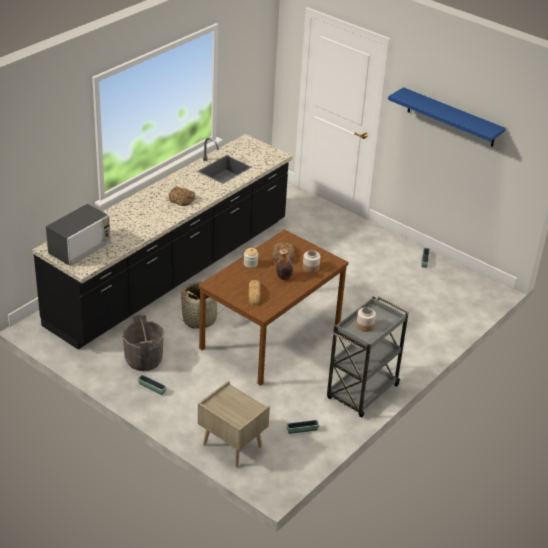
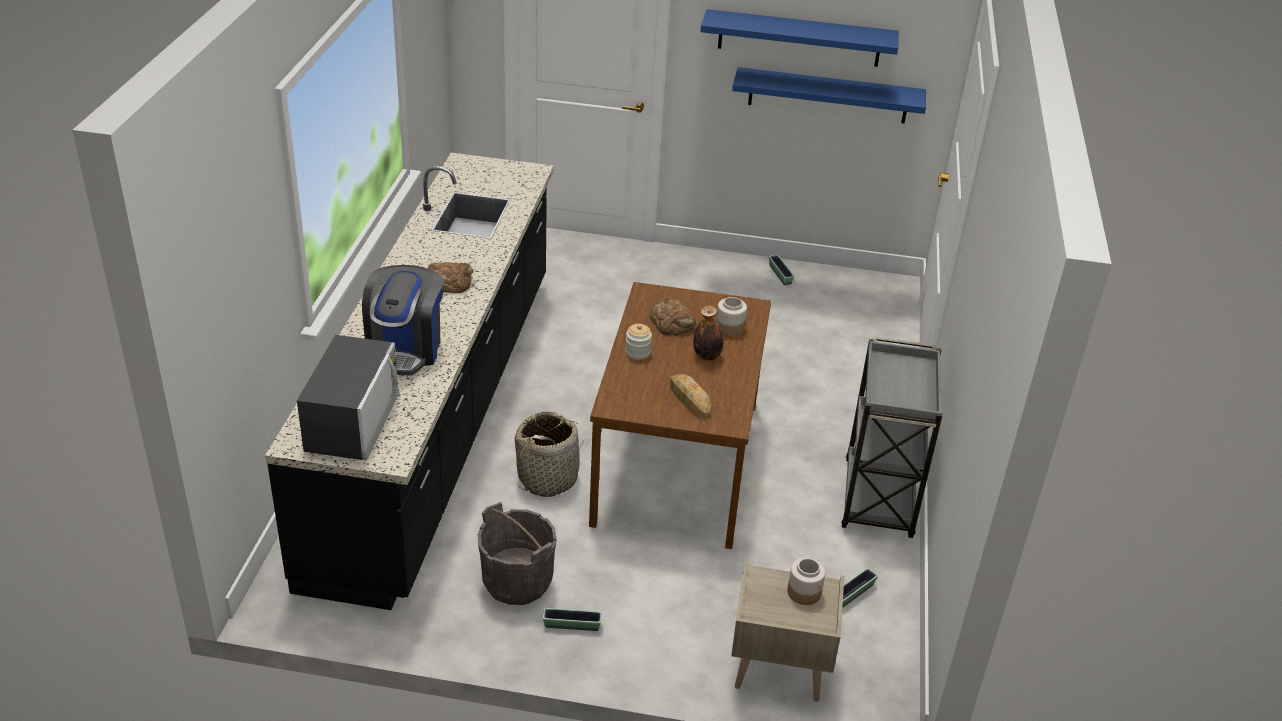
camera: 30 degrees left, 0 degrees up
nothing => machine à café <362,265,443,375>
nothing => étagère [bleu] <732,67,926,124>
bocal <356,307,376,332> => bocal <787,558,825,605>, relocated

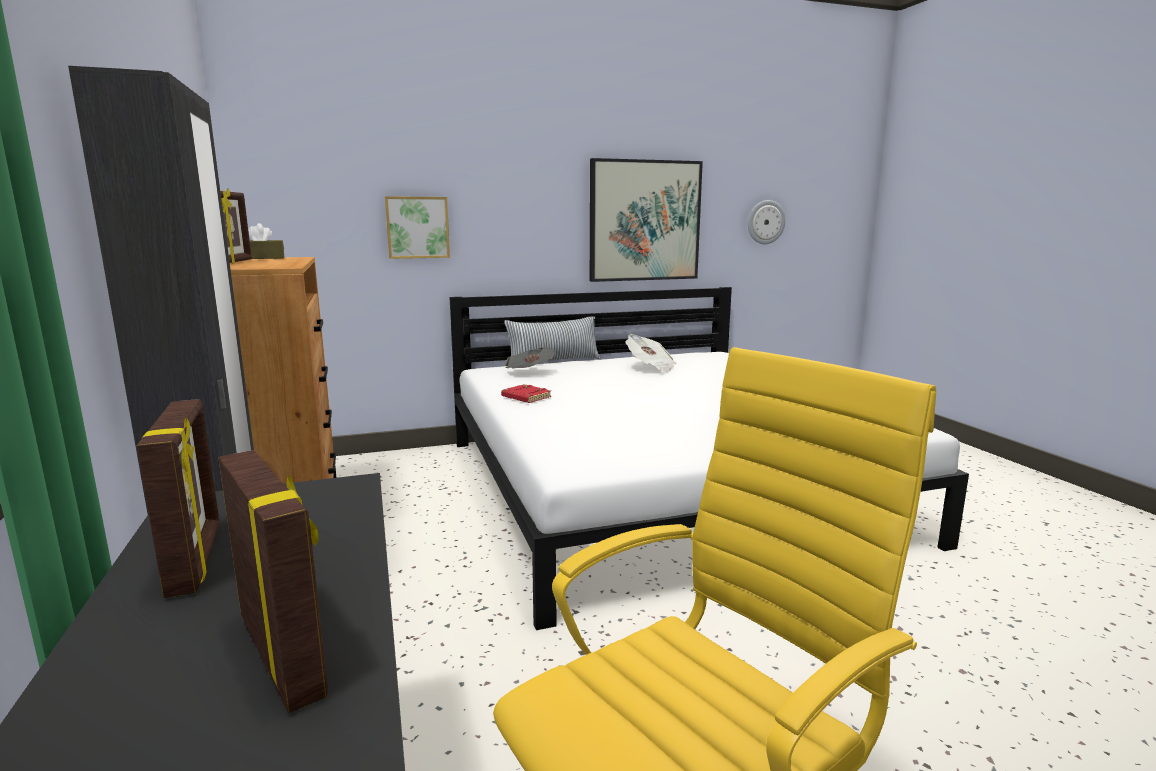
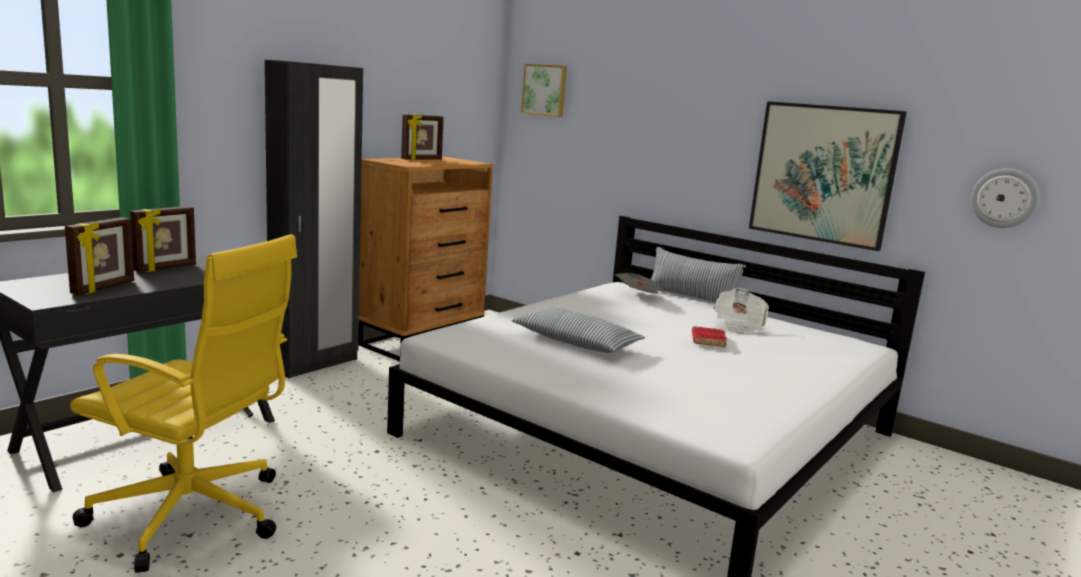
camera: 55 degrees right, 0 degrees up
nothing => coussin <512,307,645,353>
tableau <385,196,450,259> => tableau <521,64,567,117>, relocated
livre [rouge] <501,384,551,403> => livre [rouge] <692,327,727,347>, relocated
boîte à mouchoirs [marron] <248,223,284,259> => nothing

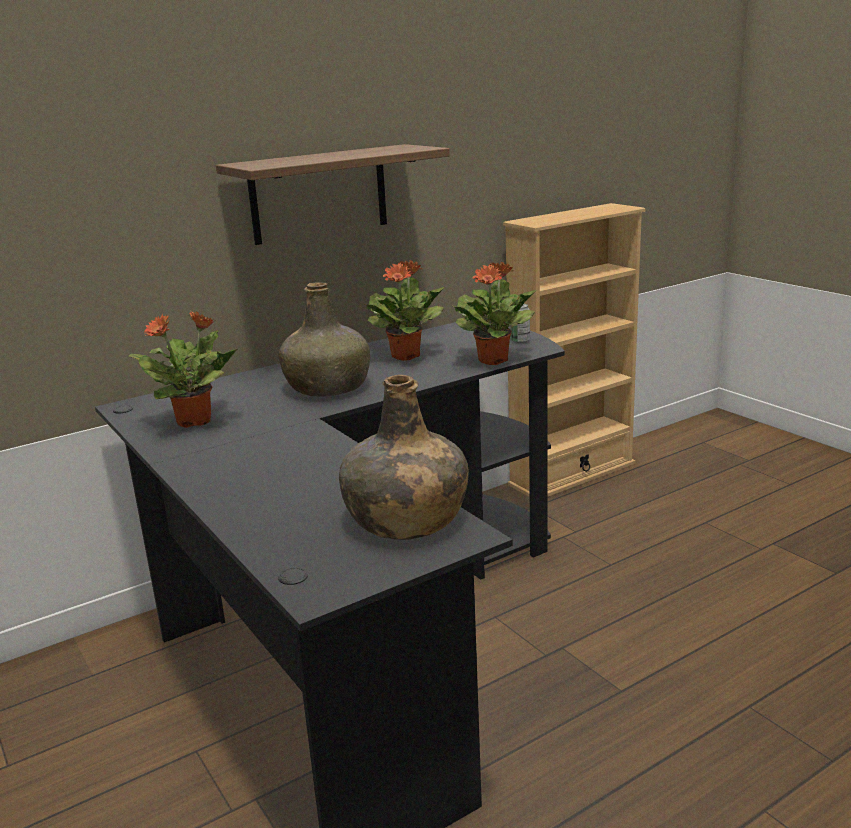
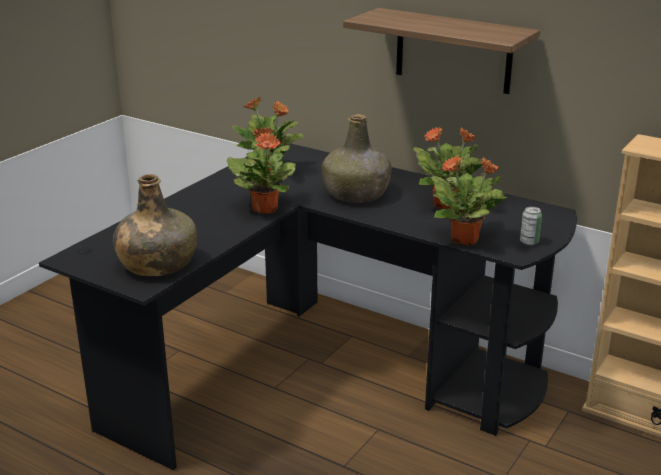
camera: 65 degrees right, 5 degrees up
nothing => plante en pot <227,127,296,214>

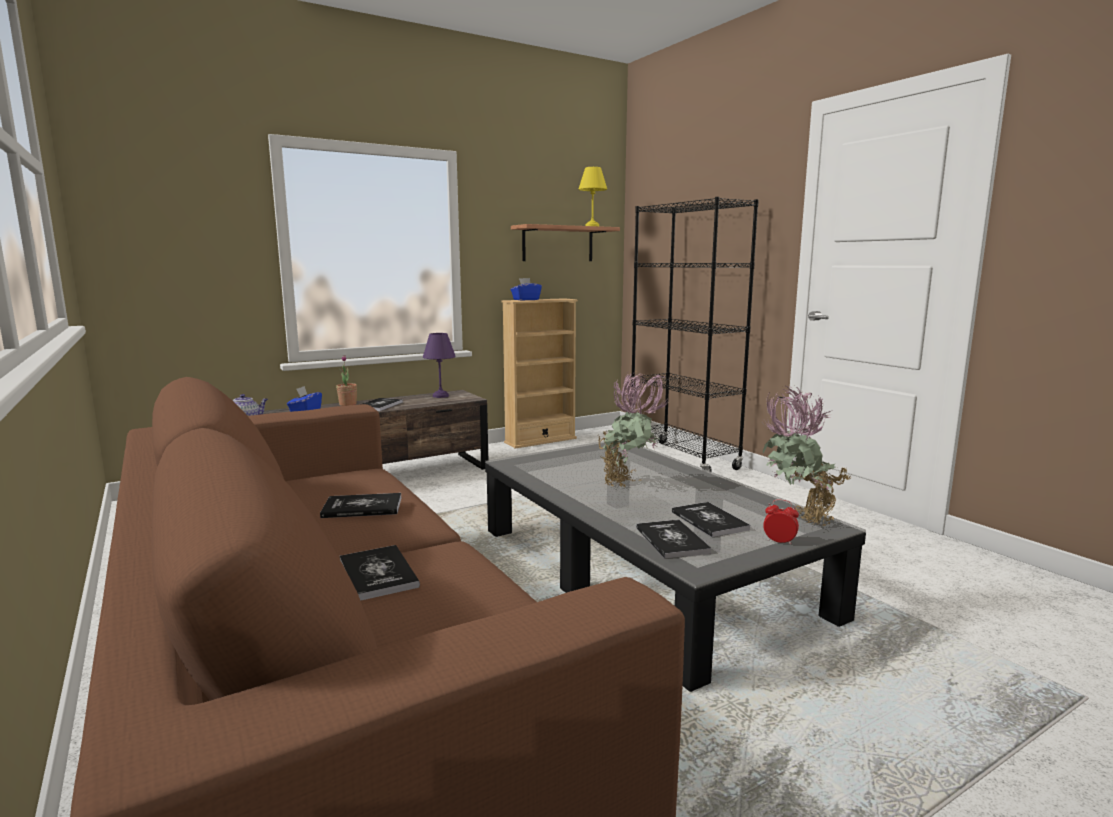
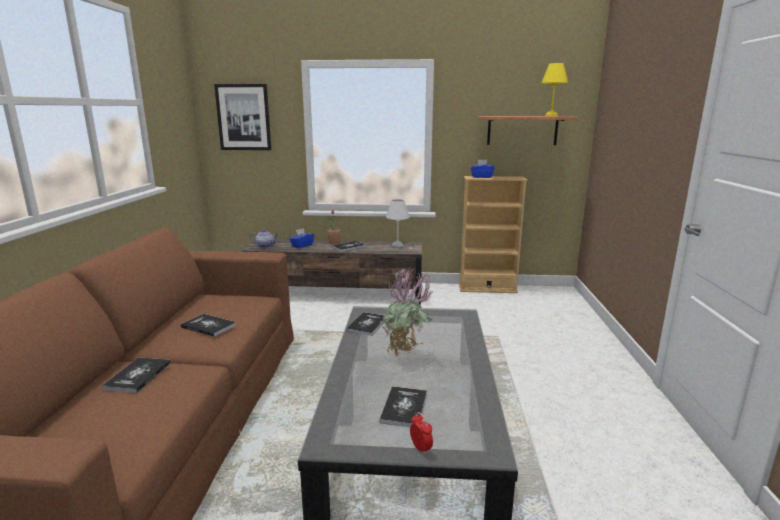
camera: 35 degrees right, 5 degrees up
nothing => tableau <214,84,271,150>
livre <636,520,712,559> => livre <346,312,385,336>, relocated
lampe de table [violet] <423,333,456,398> => lampe de table [blanc] <386,199,410,247>
bibliothèque [noir] <629,197,759,472> => nothing
plante en pot <763,385,851,527> => nothing

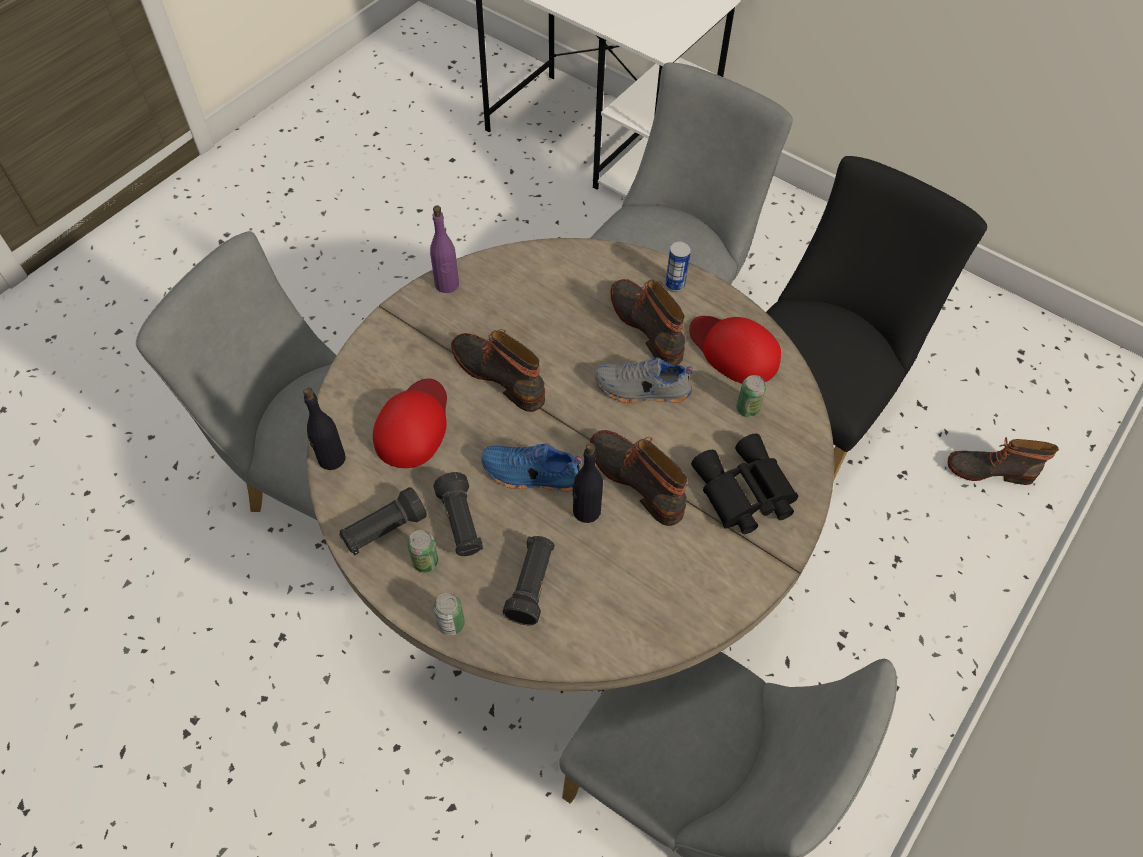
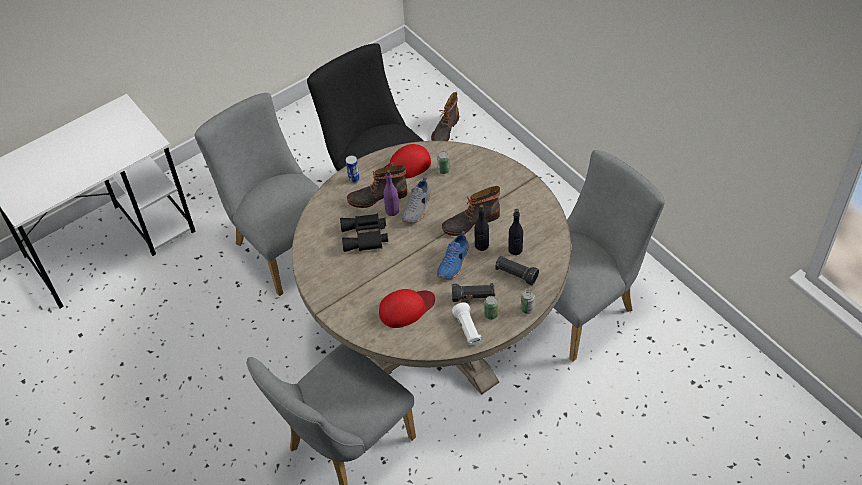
camera: 70 degrees left, 5 degrees down
jumelles [noir] <691,433,798,534> => jumelles [noir] <340,213,388,252>, relocated
casquette [rouge] <373,378,447,468> => casquette [rouge] <379,289,435,328>, 120 degrees clockwise
bouteille [violet] <430,205,459,293> => bouteille [violet] <383,170,399,216>, relocated
lampe de poche [noir] <339,487,427,555> => lampe de poche [blanc] <452,302,481,345>
bouteille [noir] <303,387,346,470> => bouteille [noir] <508,209,523,255>, relocated
botte <451,329,545,412> => nothing

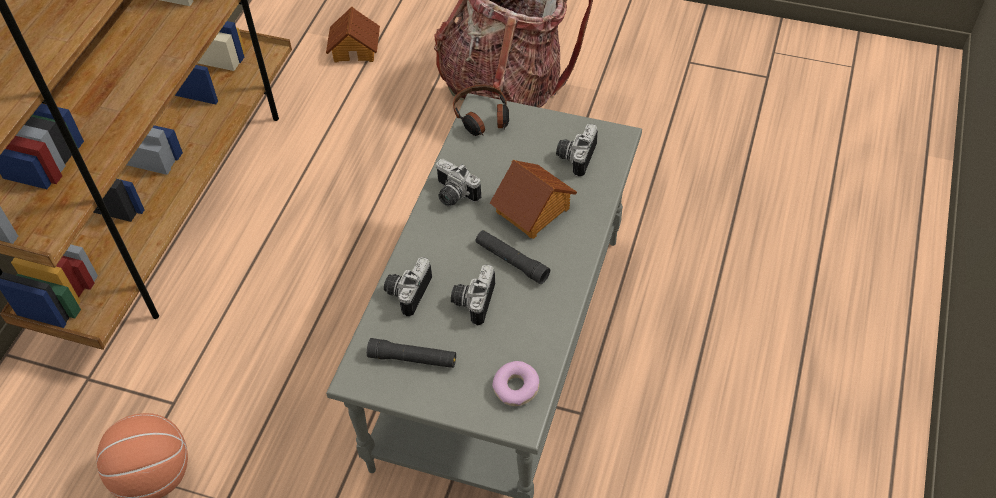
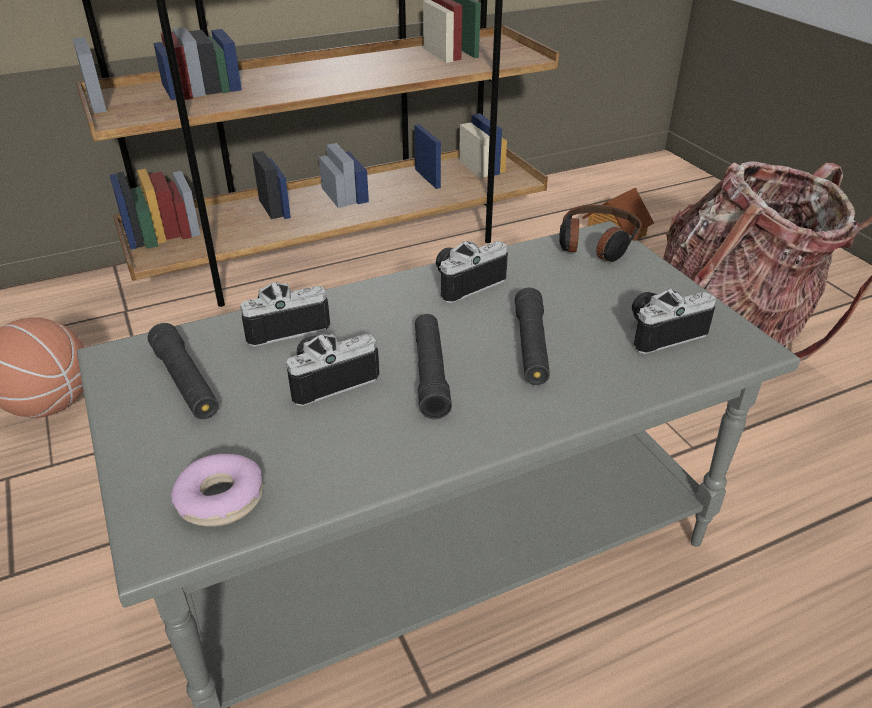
camera: 45 degrees right, 15 degrees down
appareil photo <436,159,481,206> => appareil photo <436,241,508,303>, 60 degrees clockwise
maison miniature <490,160,577,239> => lampe de poche [noir] <515,287,550,385>

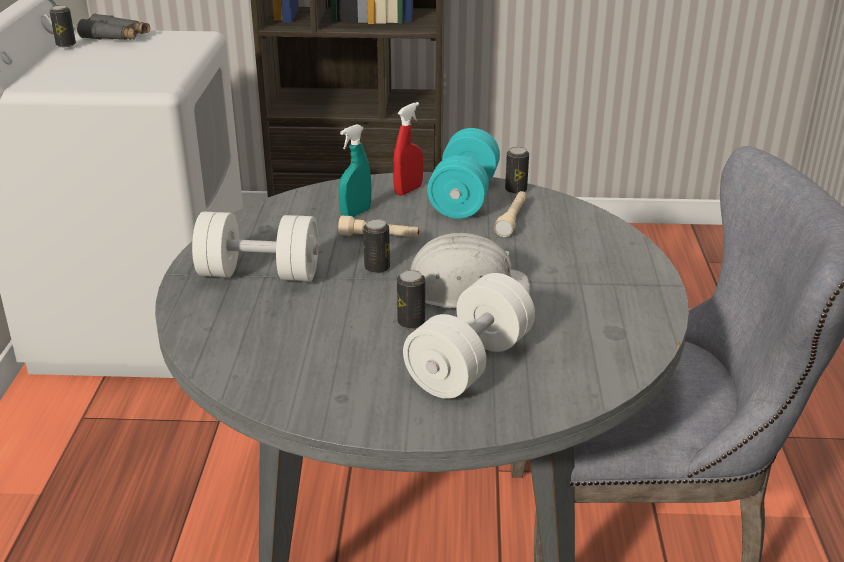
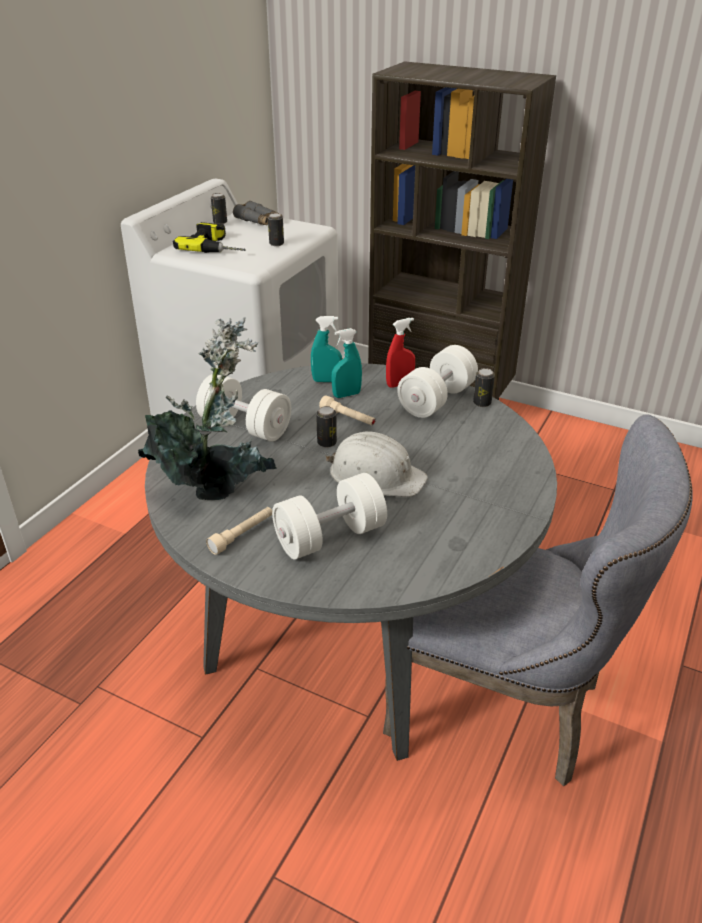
camera: 25 degrees right, 5 degrees up
nothing => plante en pot <138,317,277,500>
nothing => perceuse <173,222,245,253>
lampe de poche [beige] <494,191,527,237> => lampe de poche [beige] <206,507,272,555>, relocated
boîte métallique <397,270,425,329> => boîte métallique <268,213,284,246>, relocated
nothing => vaporisateur [turquoise] <311,316,342,382>
haltère [turquoise] <427,128,500,219> => haltère [blanc] <397,345,478,418>

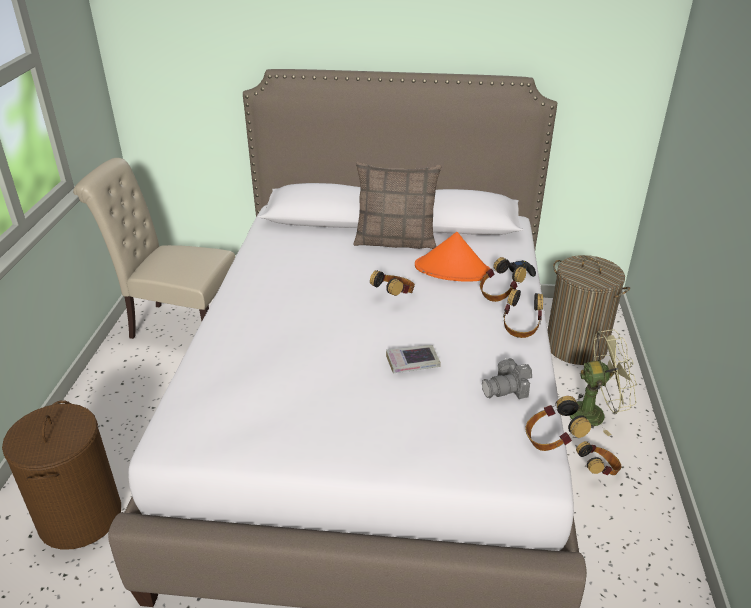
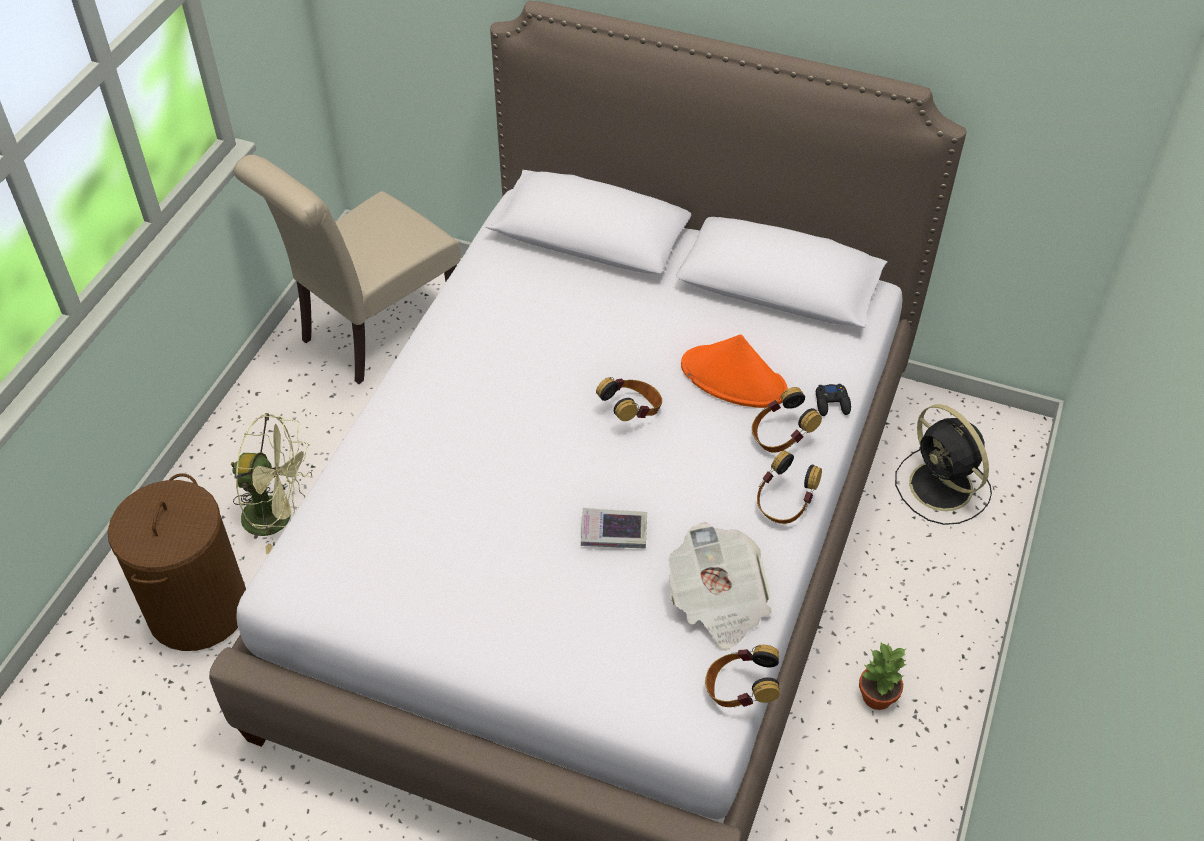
camera: 15 degrees right, 15 degrees up
ventilateur [vert] <570,329,637,436> => ventilateur [vert] <231,413,312,554>, relocated
chaise [beige] <73,158,235,339> => chaise [beige] <234,155,461,384>, 75 degrees counterclockwise
appareil photo <482,358,532,399> => journal <668,522,772,650>
casque audio <576,441,621,475> => plante en pot <859,642,907,710>
panier à linge <548,255,630,365> => ventilateur [noir] <895,404,992,525>
coussin <353,162,442,249> => nothing

